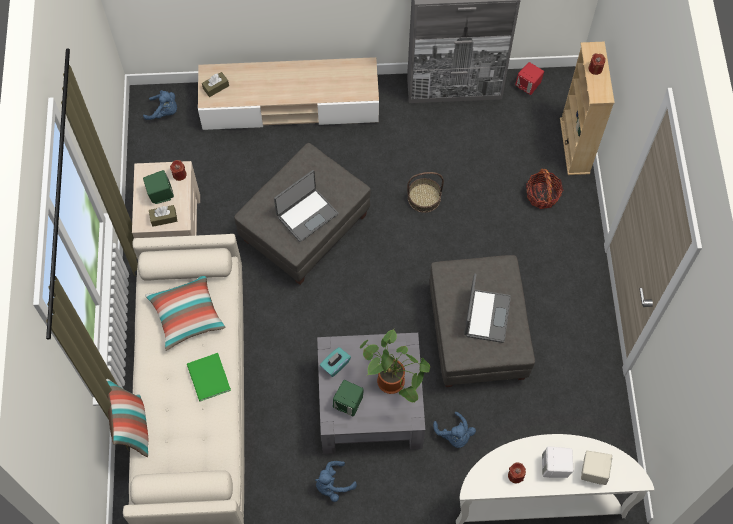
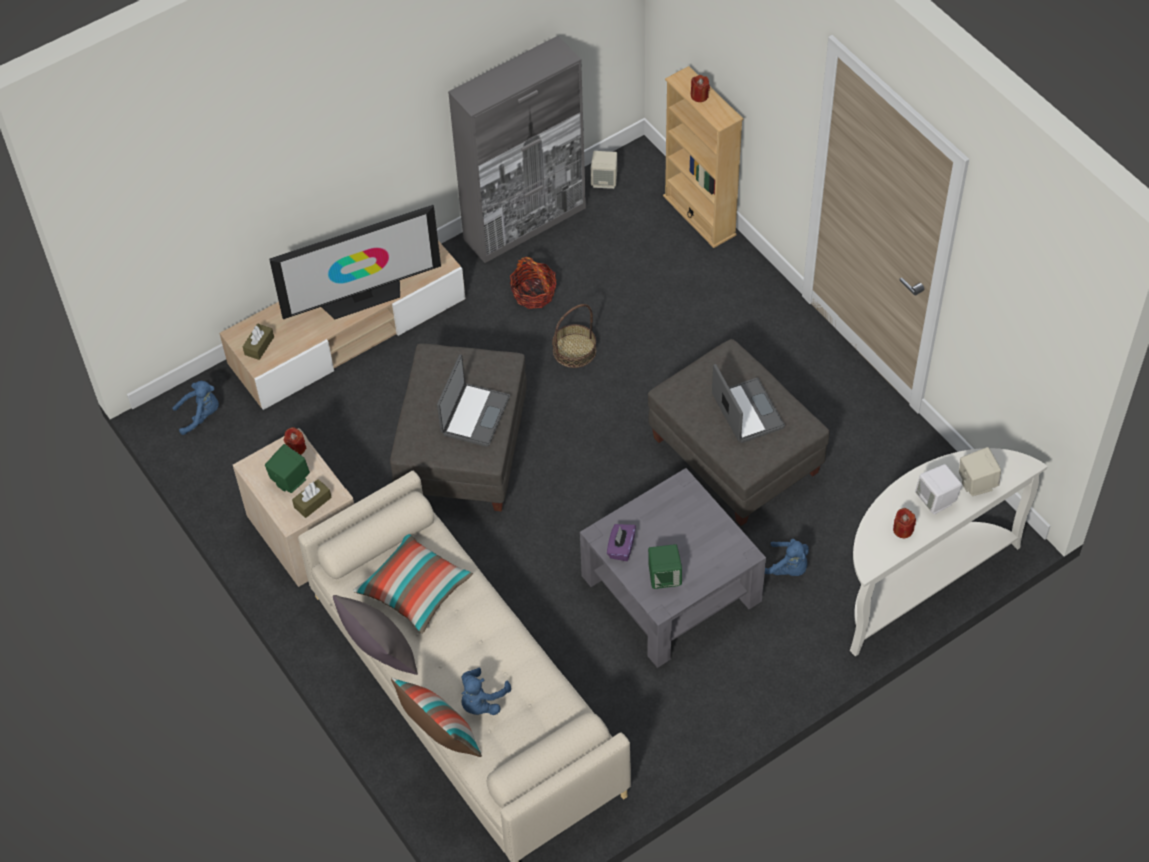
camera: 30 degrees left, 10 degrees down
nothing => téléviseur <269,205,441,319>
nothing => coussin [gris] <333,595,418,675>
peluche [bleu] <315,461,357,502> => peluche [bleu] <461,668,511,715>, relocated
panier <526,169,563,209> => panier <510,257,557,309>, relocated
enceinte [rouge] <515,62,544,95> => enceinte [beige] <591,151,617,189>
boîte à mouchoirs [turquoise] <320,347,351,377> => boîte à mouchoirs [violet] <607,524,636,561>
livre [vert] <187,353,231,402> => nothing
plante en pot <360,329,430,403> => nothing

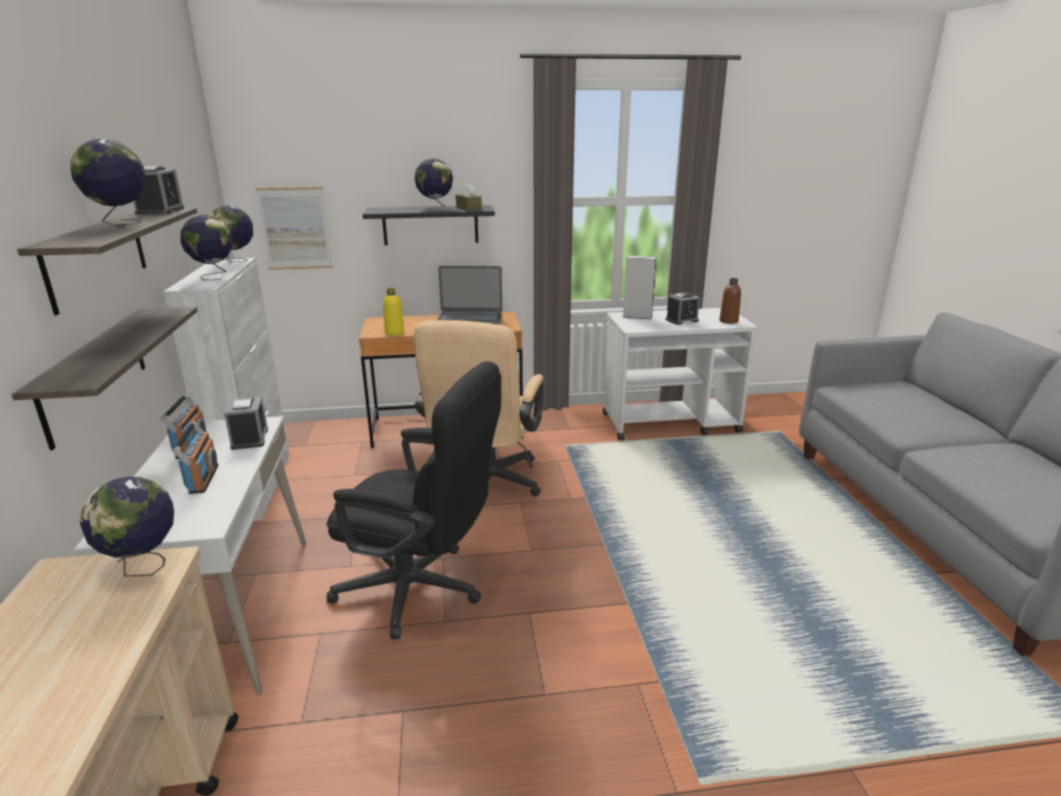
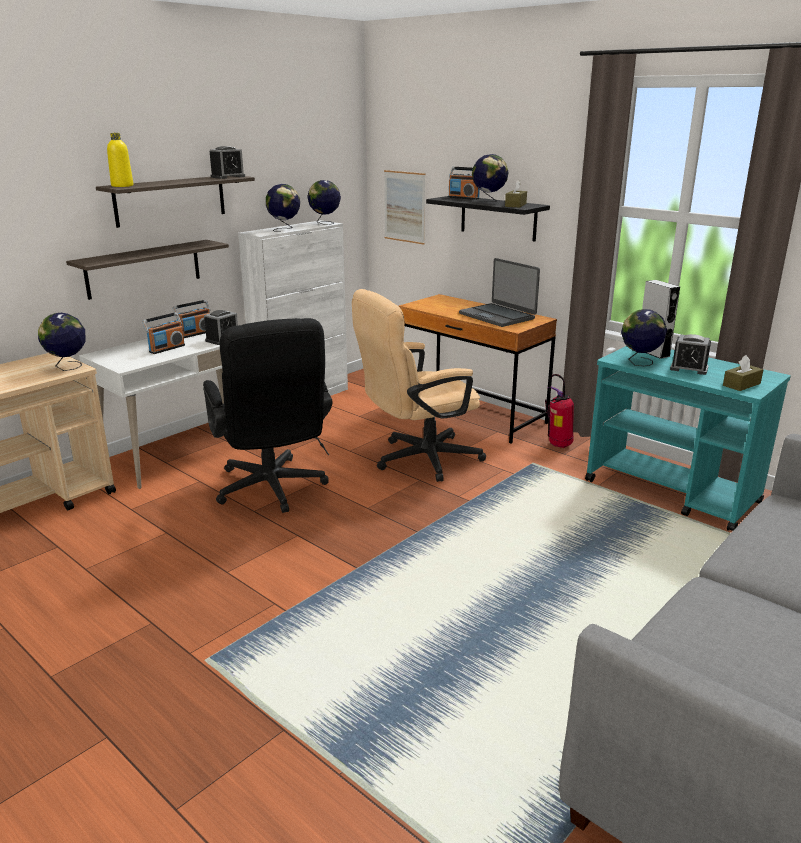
camera: 50 degrees right, 0 degrees up
bouteille [jaune] <383,288,404,335> => bouteille [jaune] <107,133,133,187>, relocated
nothing => radio <448,167,480,200>
nothing => extincteur <545,374,574,448>
chariot [blanc] <603,308,758,440> => chariot [turquoise] <585,346,791,532>
globe <70,139,146,226> => globe <621,309,667,366>, relocated
bouteille [marron] <720,278,741,324> => boîte à mouchoirs [marron] <723,355,763,391>

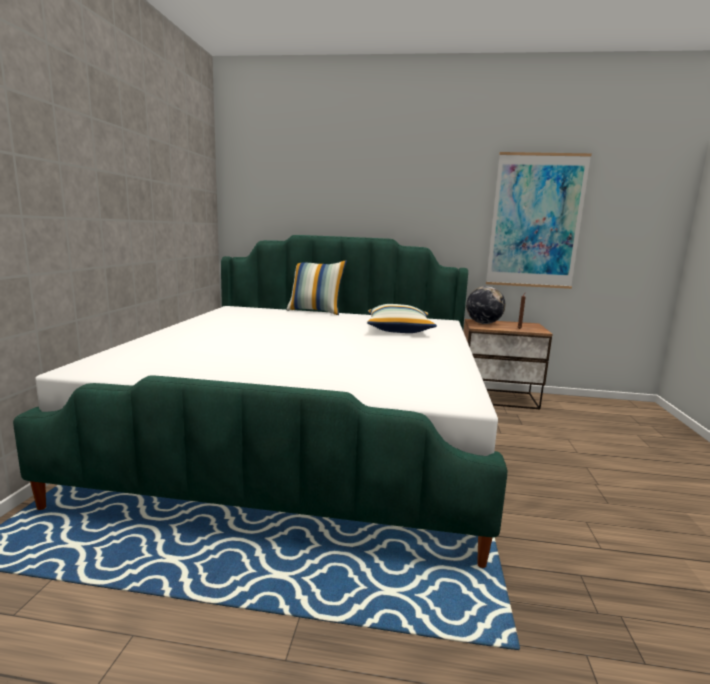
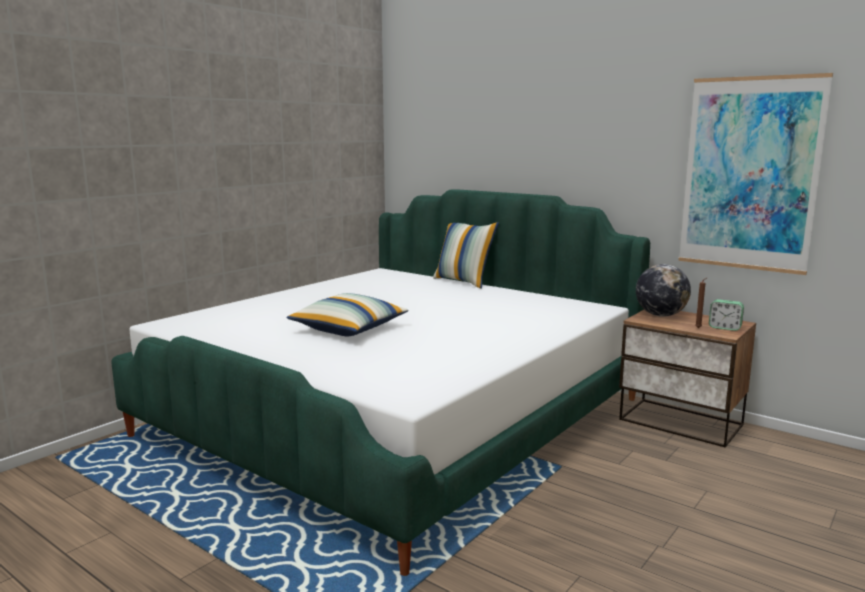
camera: 30 degrees right, 0 degrees up
coussin <367,304,437,333> => coussin <286,293,409,336>, relocated
nothing => réveil <709,299,744,331>

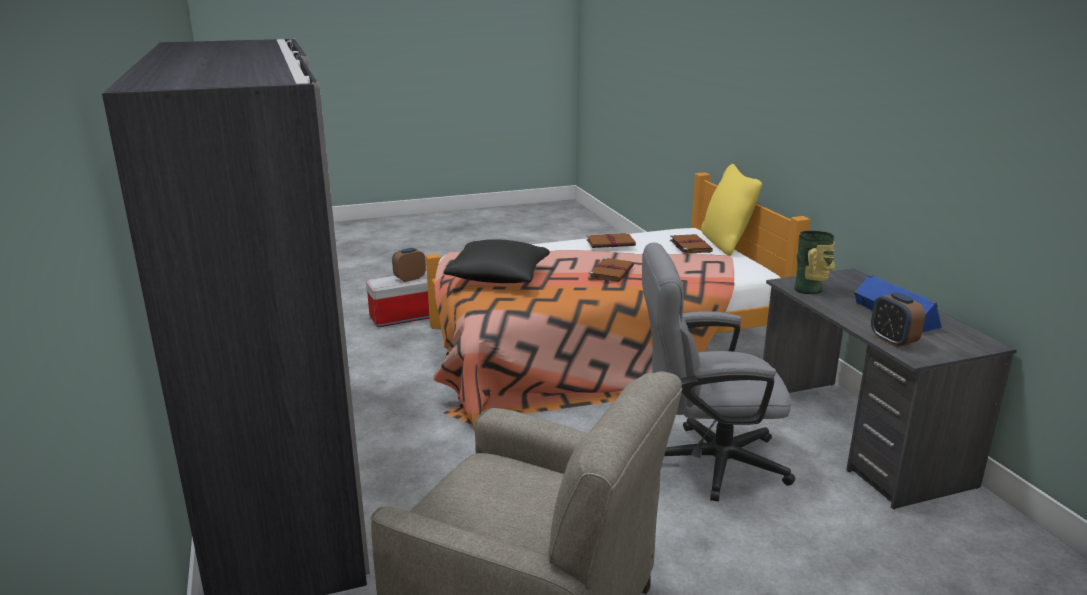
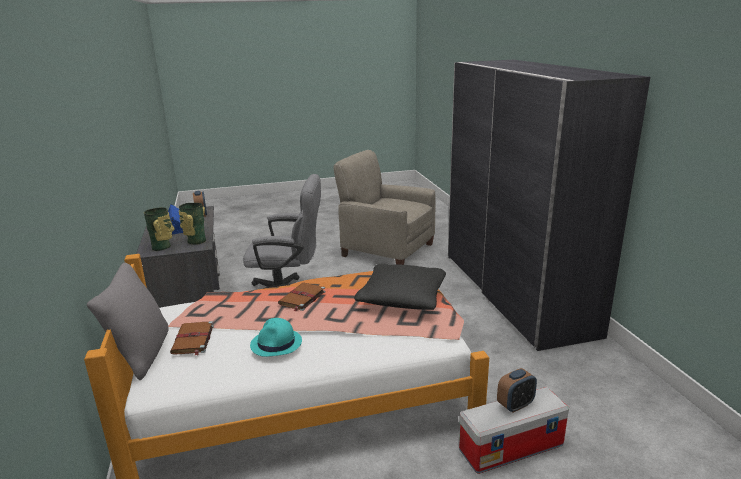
camera: 175 degrees left, 0 degrees up
coussin [jaune] <701,164,762,256> => coussin [gris] <87,263,169,380>
nothing => vase <144,207,175,251>
livre [marron] <586,233,636,248> => chapeau [turquoise] <250,318,302,357>

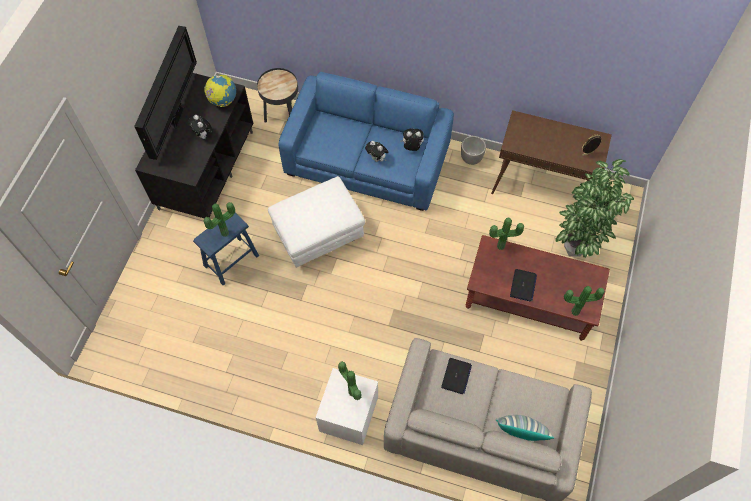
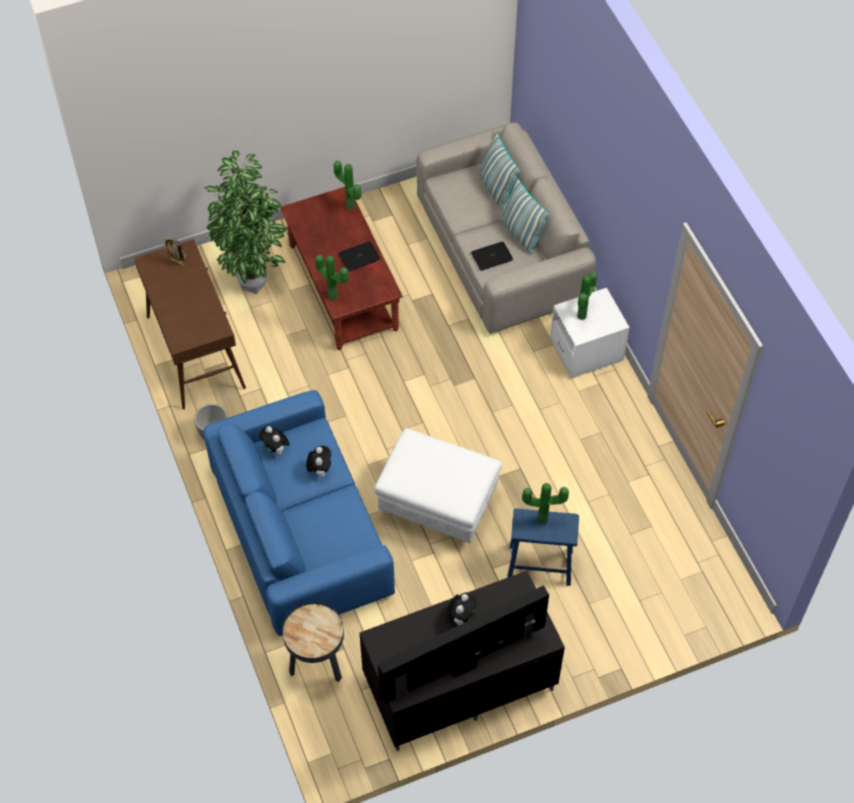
camera: 130 degrees left, 5 degrees down
nothing => coussin <499,178,550,255>
globe <204,75,236,107> => nothing

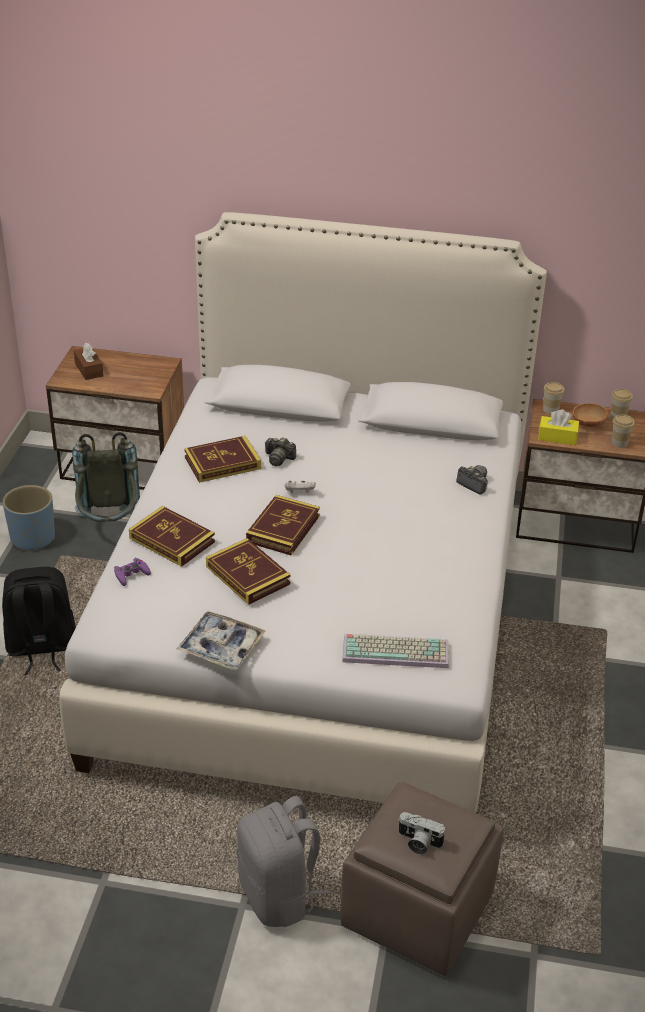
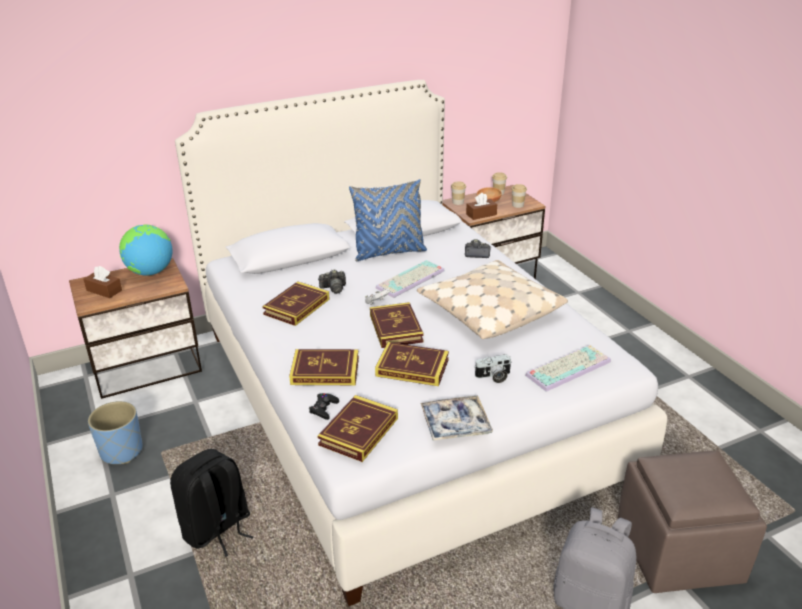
camera: 35 degrees left, 5 degrees down
nothing => globe <119,225,173,276>
manette [violet] <114,558,151,586> => manette [noir] <309,393,339,420>
nothing => livre <317,395,398,462>
nothing => coussin [bleu] <349,179,427,261>
nothing => clavier <375,260,445,298>
nothing => coussin [beige] <417,260,568,339>
boîte à mouchoirs [jaune] <538,409,579,445> => boîte à mouchoirs [marron] <466,193,497,220>
appareil photo <398,812,446,855> => appareil photo <475,354,511,383>, relocated
sac à dos [gris] <72,432,140,522> => nothing

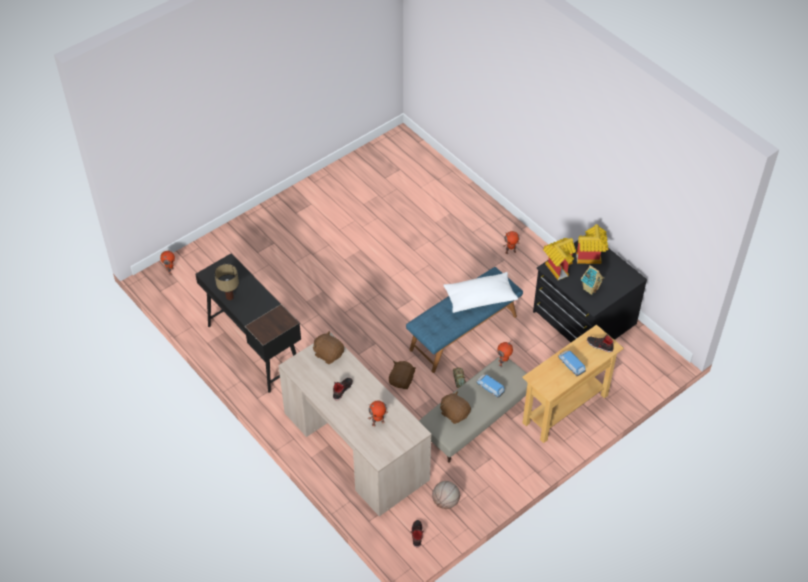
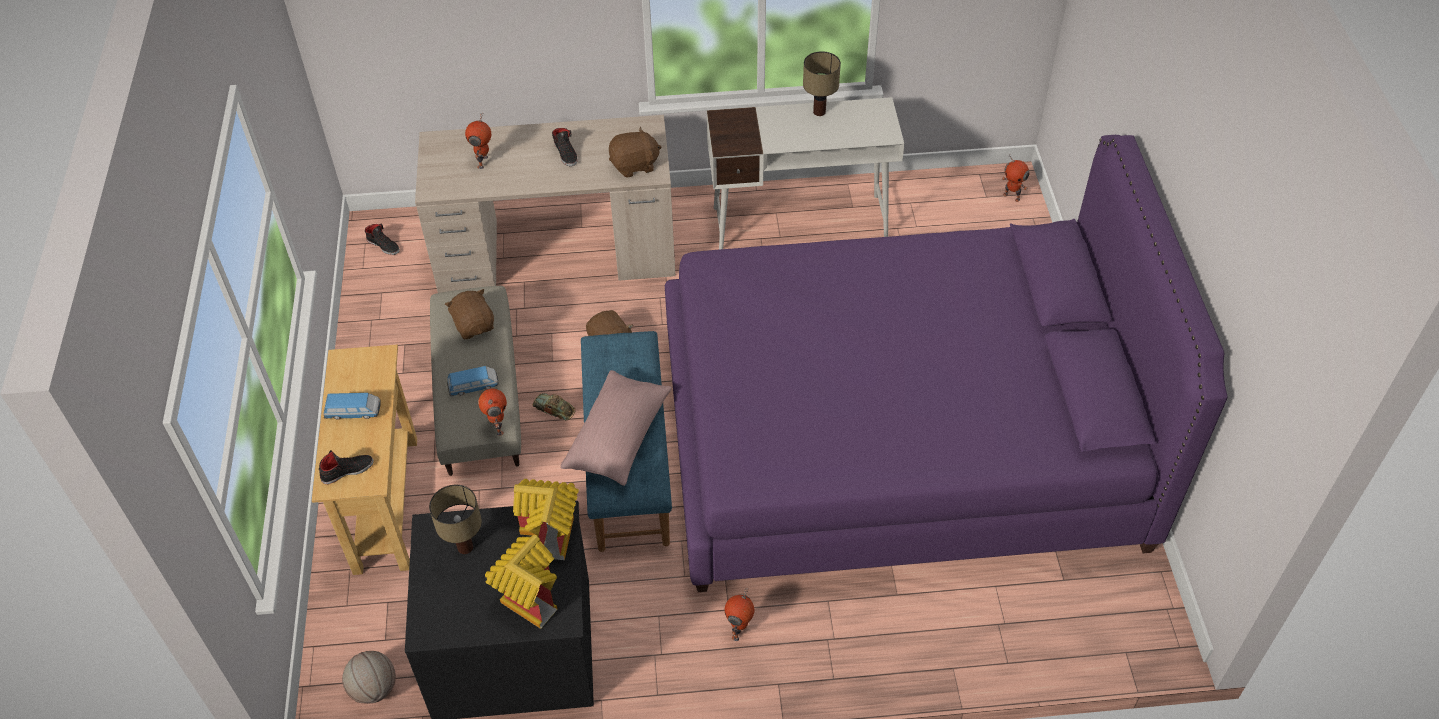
camera: 125 degrees right, 0 degrees up
ballon de basket <432,481,460,509> => ballon de basket <342,651,396,704>, relocated
maison miniature <581,265,604,295> => lampe de table <429,485,482,554>
peluche [marron] <440,391,471,424> => peluche [marron] <445,289,494,339>, 105 degrees counterclockwise
coussin [blanc] <444,272,518,313> => coussin [rose] <560,370,672,486>
nothing => lit [violet] <665,135,1228,592>
bureau [noir] <195,254,301,393> => bureau [blanc] <707,97,904,250>

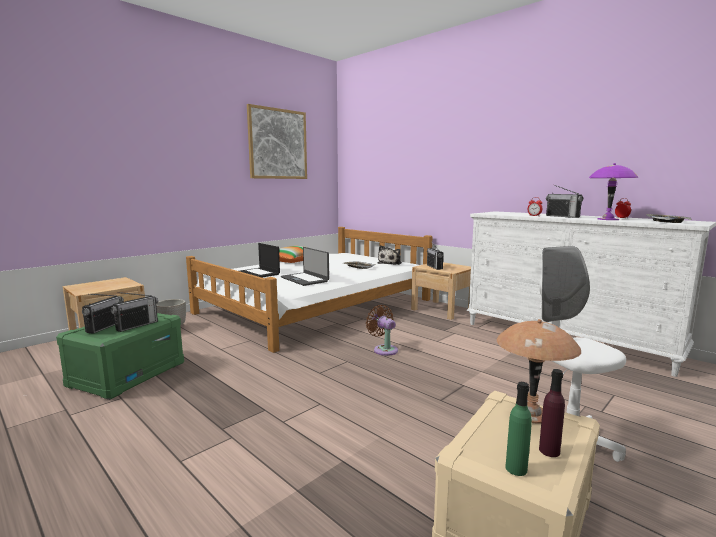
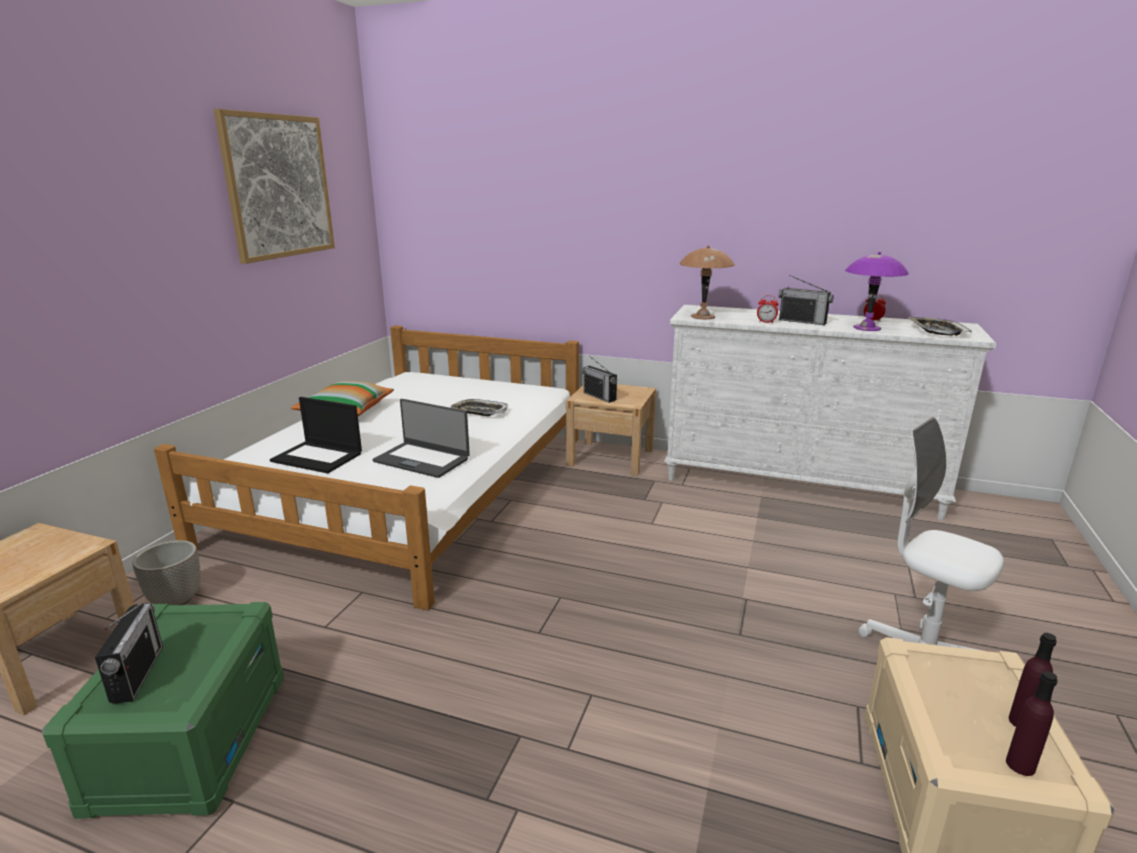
camera: 25 degrees left, 10 degrees up
lampe de table [marron] <497,319,581,424> => lampe de table [marron] <679,245,735,319>, relocated
bouteille [vert] <505,382,532,476> => bouteille [violet] <1006,671,1058,776>
radio <111,292,158,332> => nothing
ventilateur [marron] <366,305,398,356> => nothing
peluche <378,246,402,265> => nothing

